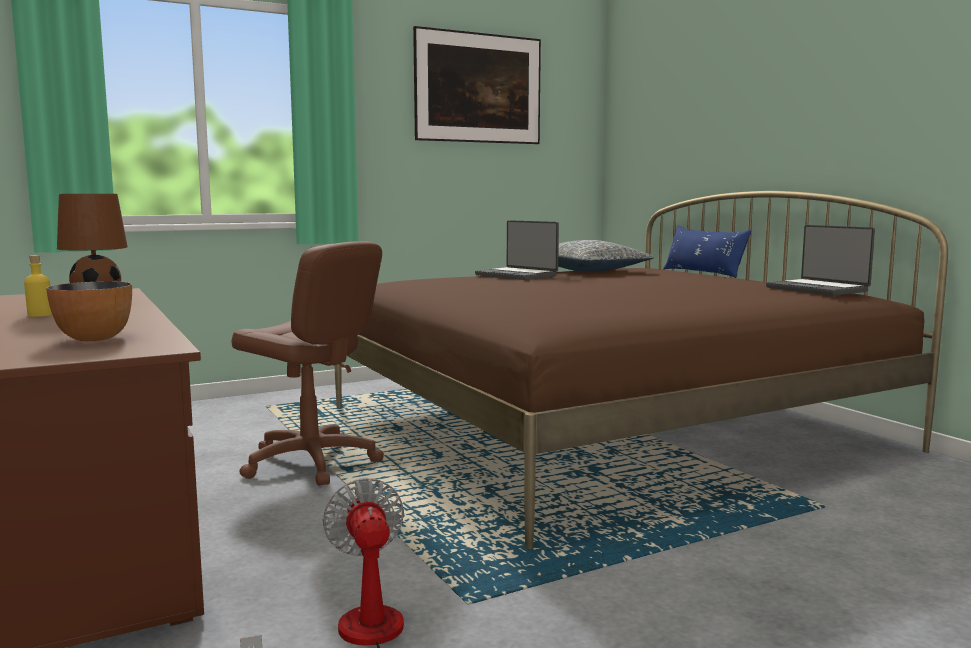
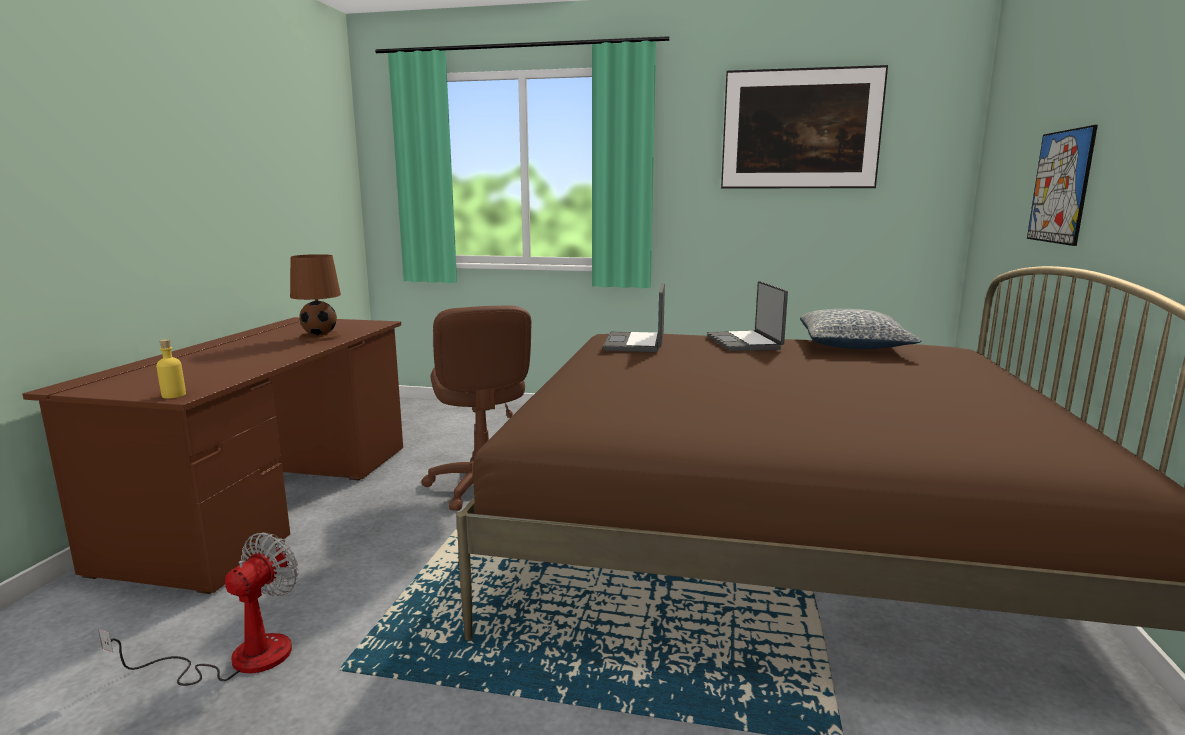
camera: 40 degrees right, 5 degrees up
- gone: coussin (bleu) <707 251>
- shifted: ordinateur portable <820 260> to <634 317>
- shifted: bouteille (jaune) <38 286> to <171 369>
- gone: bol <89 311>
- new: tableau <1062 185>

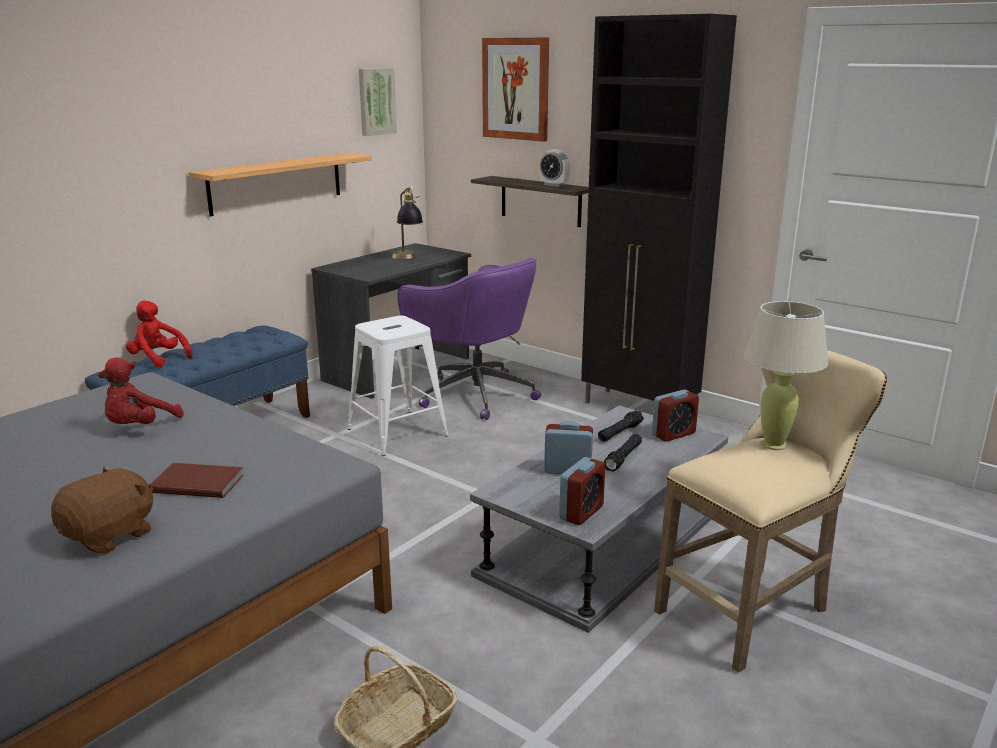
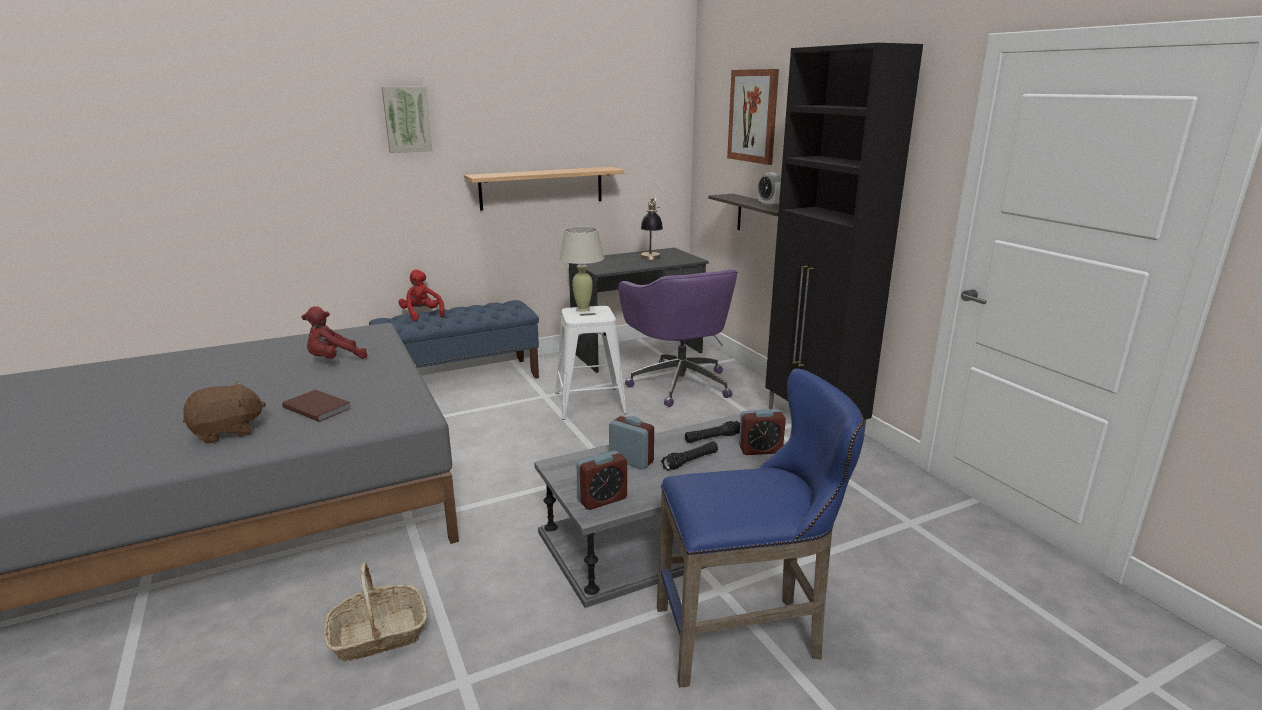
camera: 25 degrees right, 0 degrees up
- shifted: tableau <378 102> to <407 120>
- shifted: lampe de table (beige) <786 375> to <581 269>
- repainted: tabouret (beige) <770 511> to tabouret (bleu) <761 528>

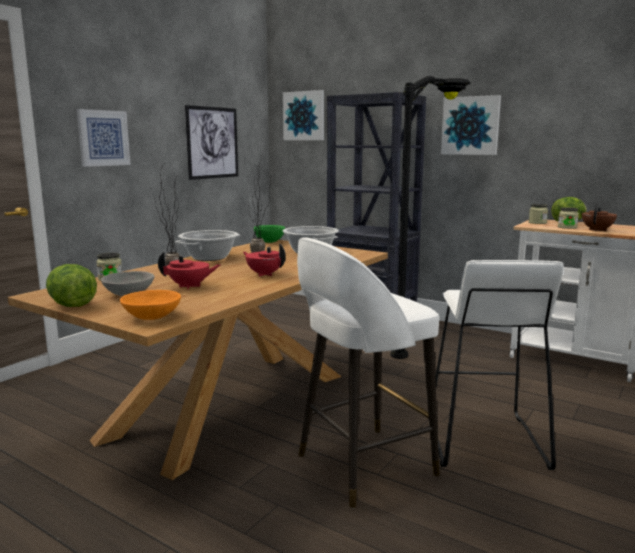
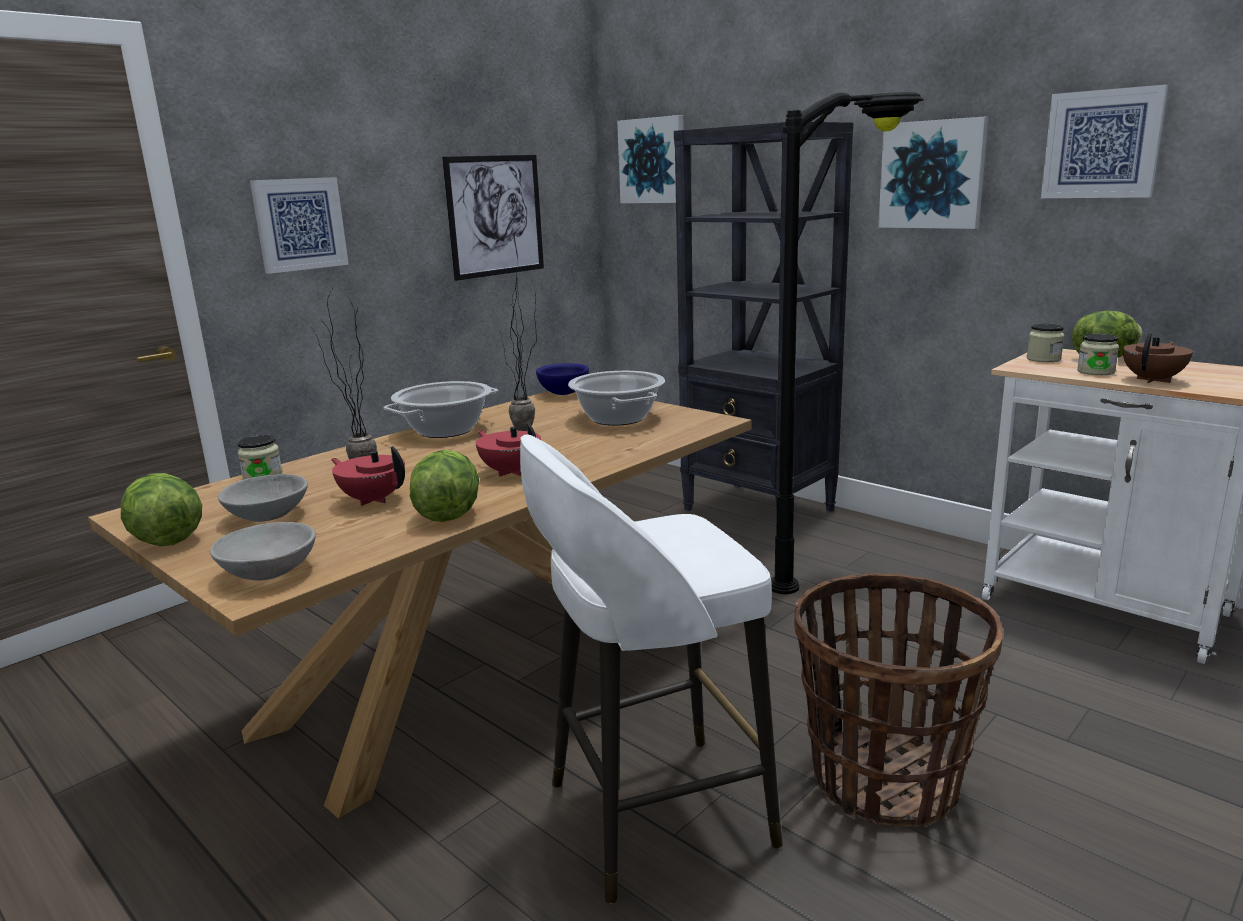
camera: 10 degrees right, 5 degrees up
- repainted: bol (vert) <269 234> to bol (bleu) <562 379>
- rotated: théière (rouge) <189 270> = <368 476> 150 degrees counterclockwise
- swapped: tabouret (blanc) <499 365> to panier <898 700>
- repainted: bol (orange) <150 305> to bol (gris) <263 551>
- new: tableau <1104 141>
- new: laitue <444 486>

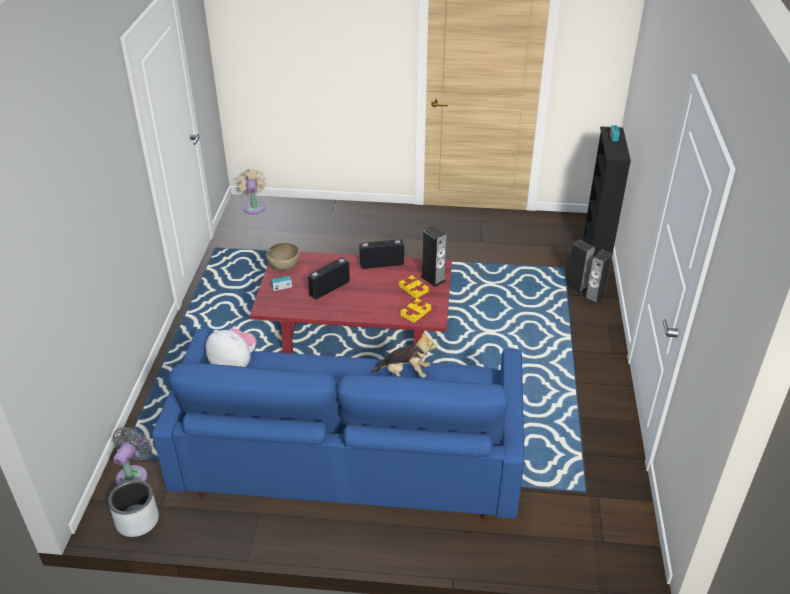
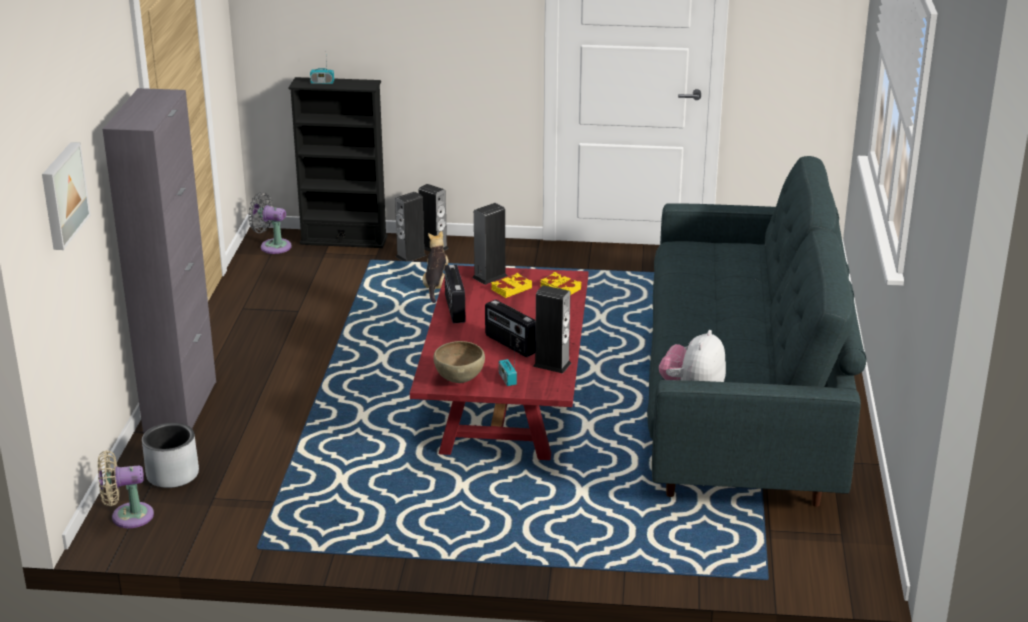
camera: 90 degrees left, 10 degrees down
- repainted: canapé (bleu) <338 424> to canapé (gris) <757 331>
- shifted: peluche <404 354> to <436 267>
- shifted: ventilateur (gris) <132 456> to <270 223>
- shifted: cache-pot (gris) <133 508> to <170 455>
- new: meuble de rangement (gris) <159 261>
- new: tableau <66 196>
- new: enceinte <552 329>

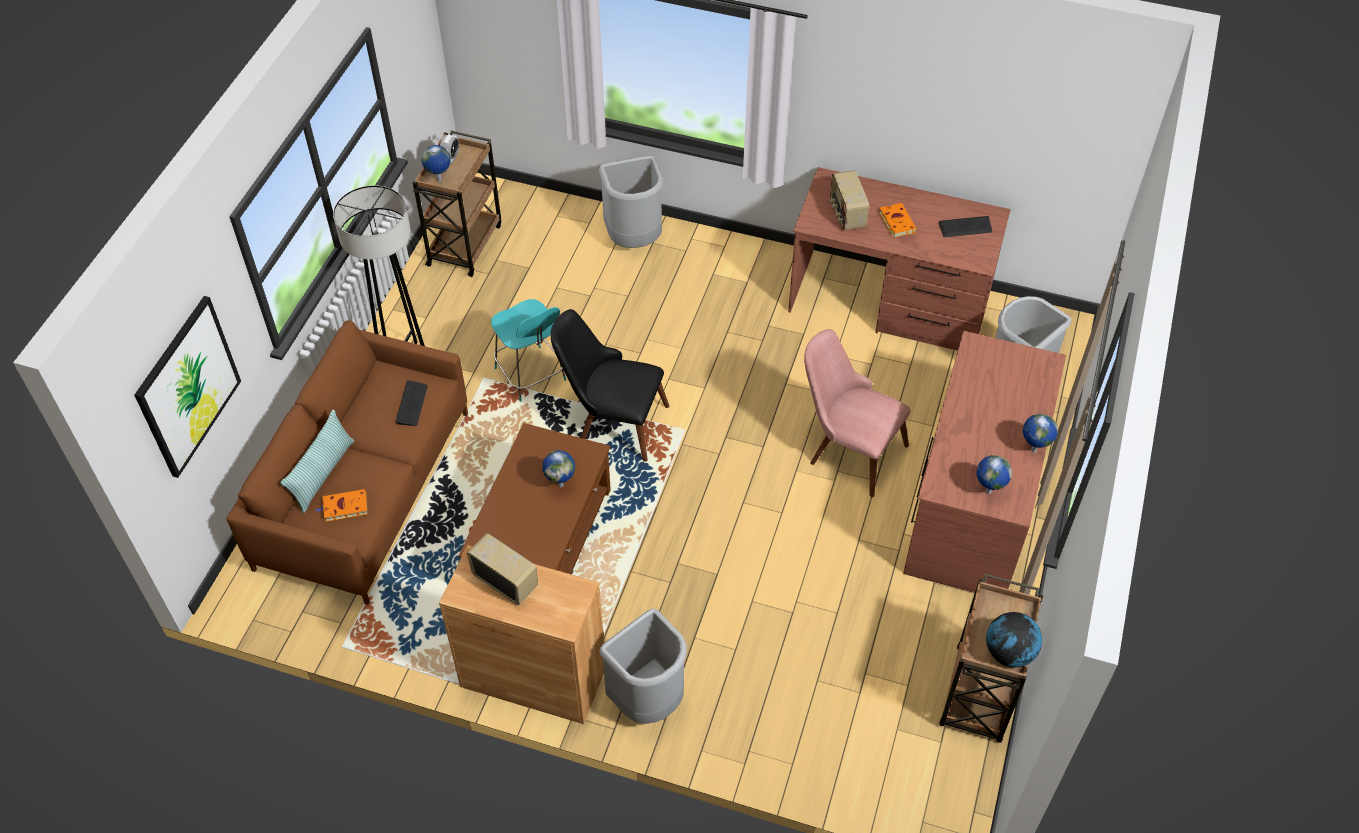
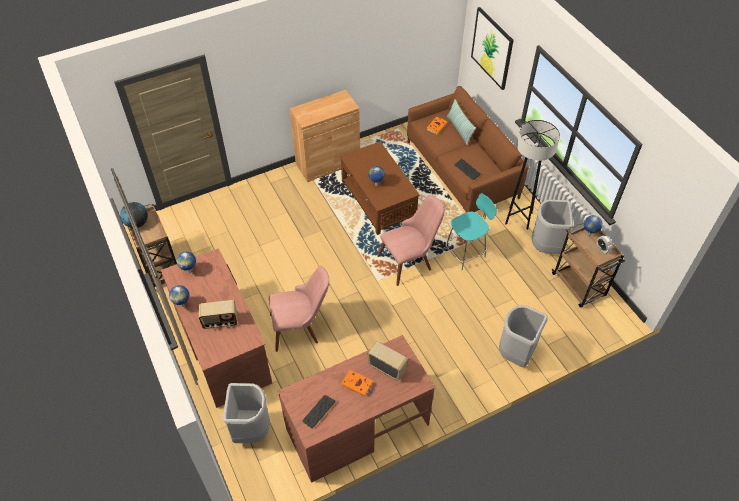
camera: 135 degrees right, 0 degrees up
- rotated: chaise (turquoise) <528 350> = <470 231> 135 degrees clockwise
- repainted: chaise (noir) <610 385> to chaise (rose) <410 240>
- shifted: radio <502 569> to <218 314>
- shifted: poubelle (gris) <643 666> to <552 226>

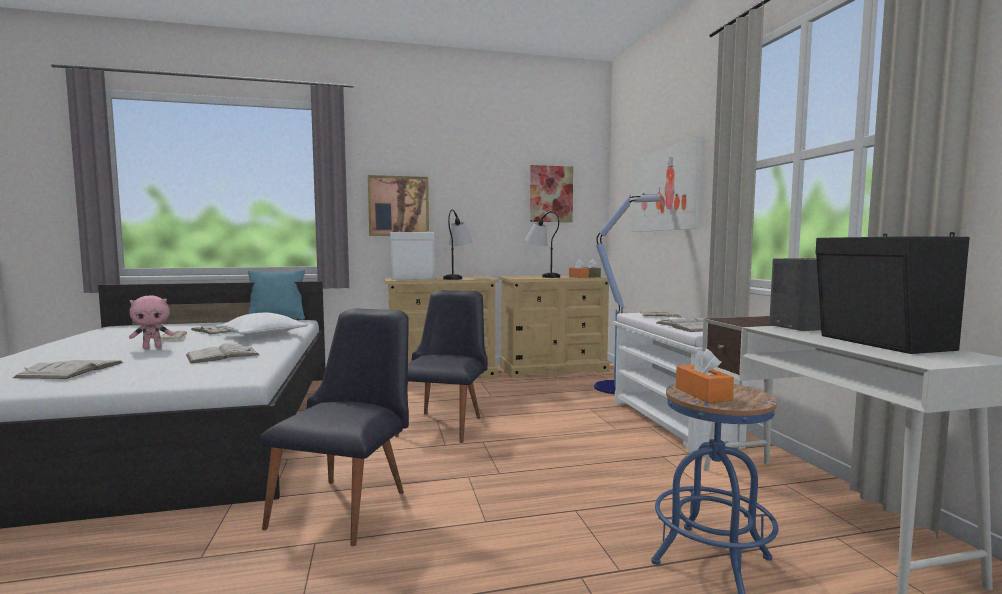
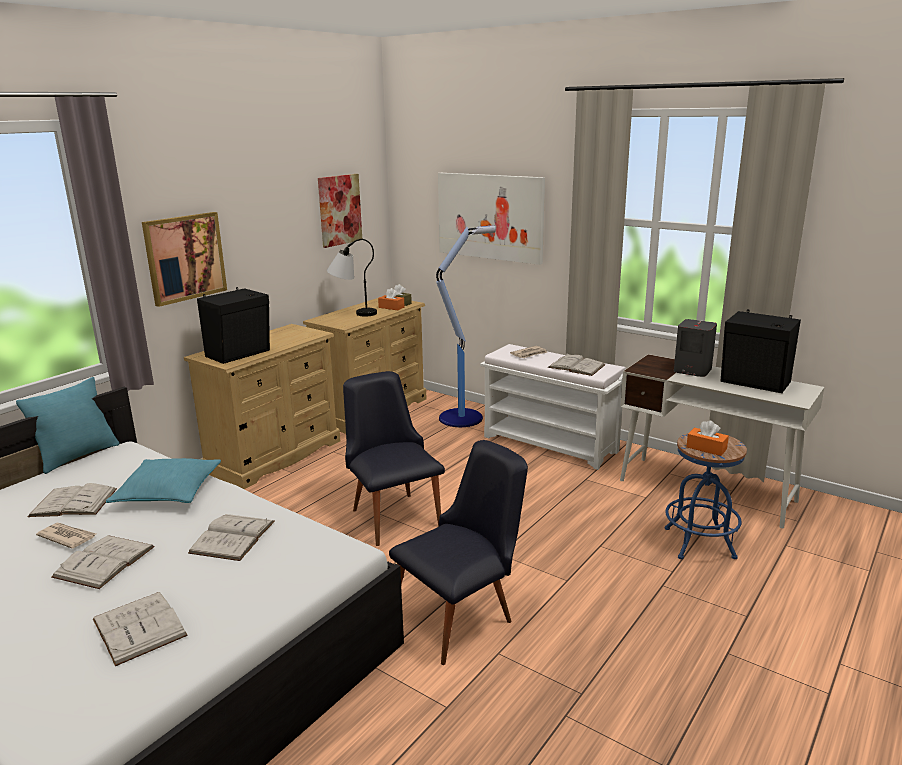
camera: 40 degrees left, 15 degrees up
- gone: lampe de table <457 244>
- repainted: enceinte (blanc) <412 255> to enceinte (noir) <233 325>
- swapped: peluche (rose) <151 322> to livre (blanc) <103 562>
- rotated: chaise (noir) <334 427> = <458 552> 75 degrees clockwise
- repainted: coussin (blanc) <262 325> to coussin (turquoise) <163 480>

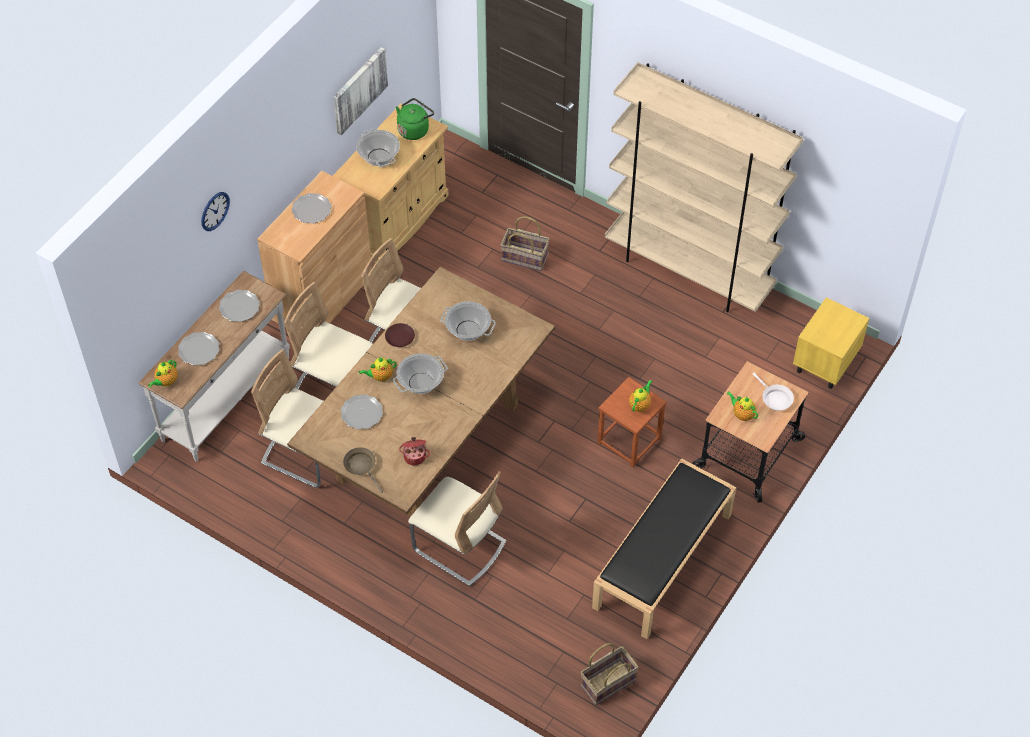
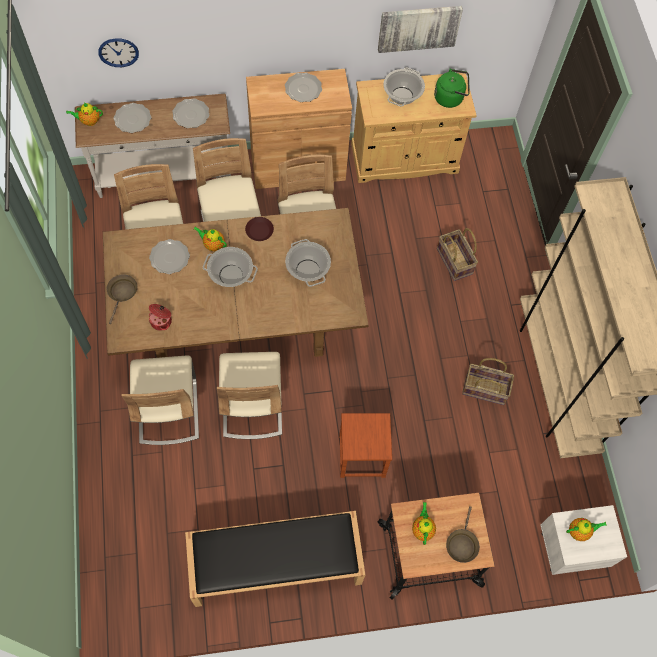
camera: 45 degrees right, 10 degrees up
- shifted: horloge murale <215 211> to <118 52>
- repainted: table de chevet (jaune) <831 343> to table de chevet (blanc) <584 540>
- repainted: poêle (blanc) <773 392> to poêle (marron) <463 534>
- shifted: théière <640 396> to <586 529>
- shifted: panier <610 674> to <488 381>
- new: chaise (beige) <249 395>

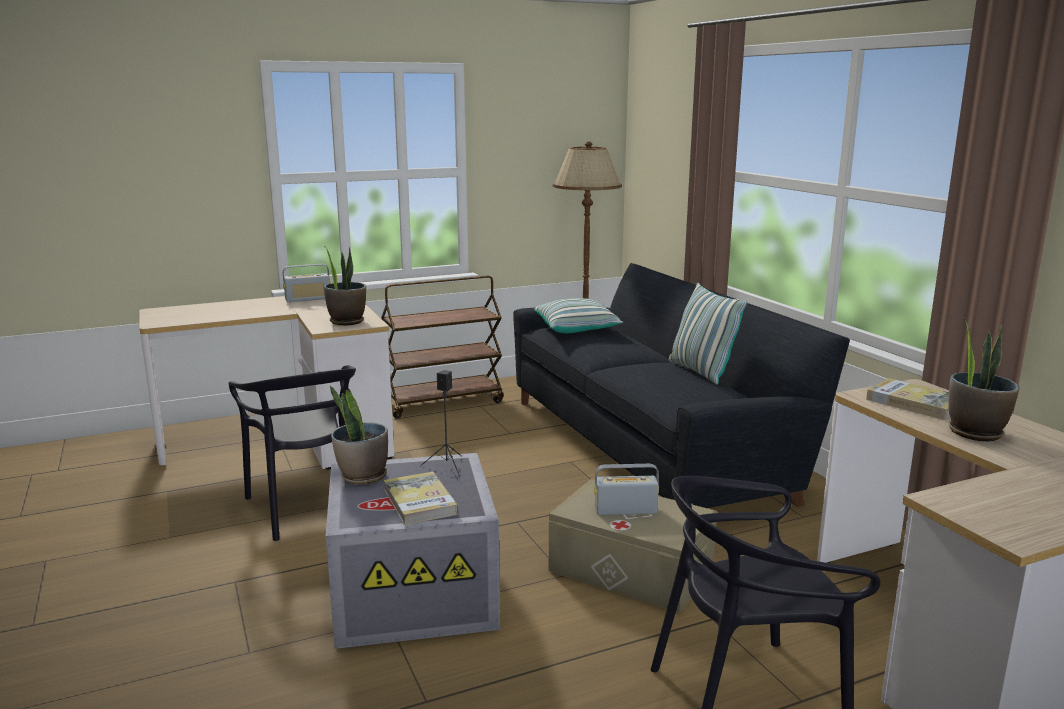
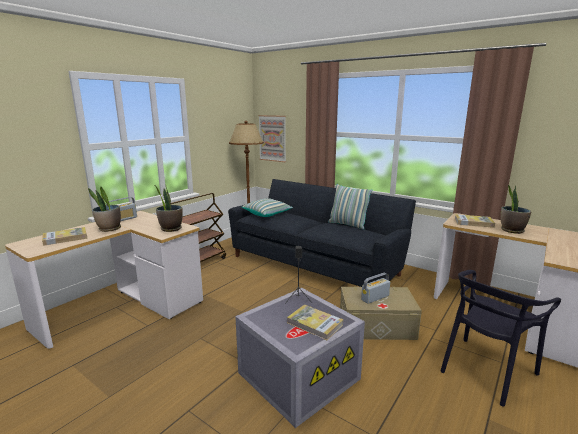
camera: 30 degrees left, 0 degrees up
- gone: chaise (noir) <292 453>
- shifted: plante en pot <359 435> to <104 209>
- new: tableau <272 138>
- new: livre <64 236>

